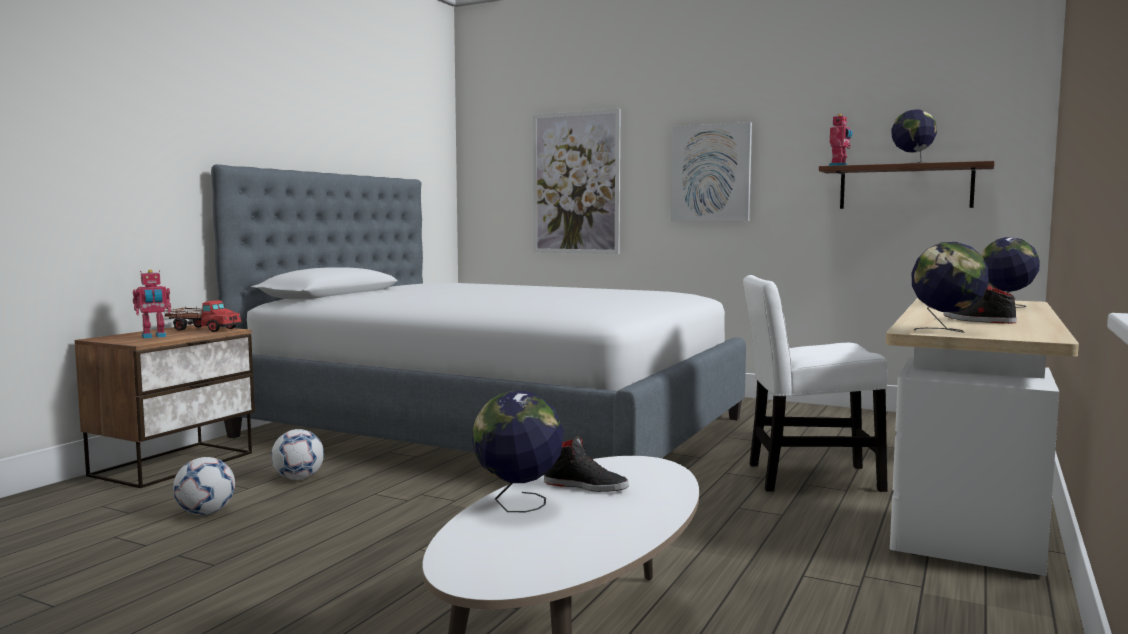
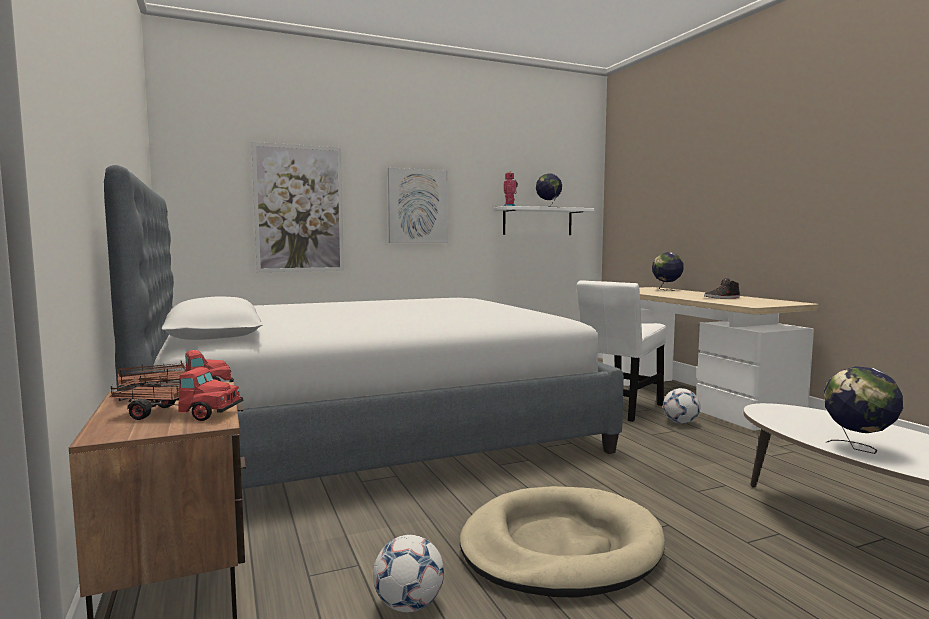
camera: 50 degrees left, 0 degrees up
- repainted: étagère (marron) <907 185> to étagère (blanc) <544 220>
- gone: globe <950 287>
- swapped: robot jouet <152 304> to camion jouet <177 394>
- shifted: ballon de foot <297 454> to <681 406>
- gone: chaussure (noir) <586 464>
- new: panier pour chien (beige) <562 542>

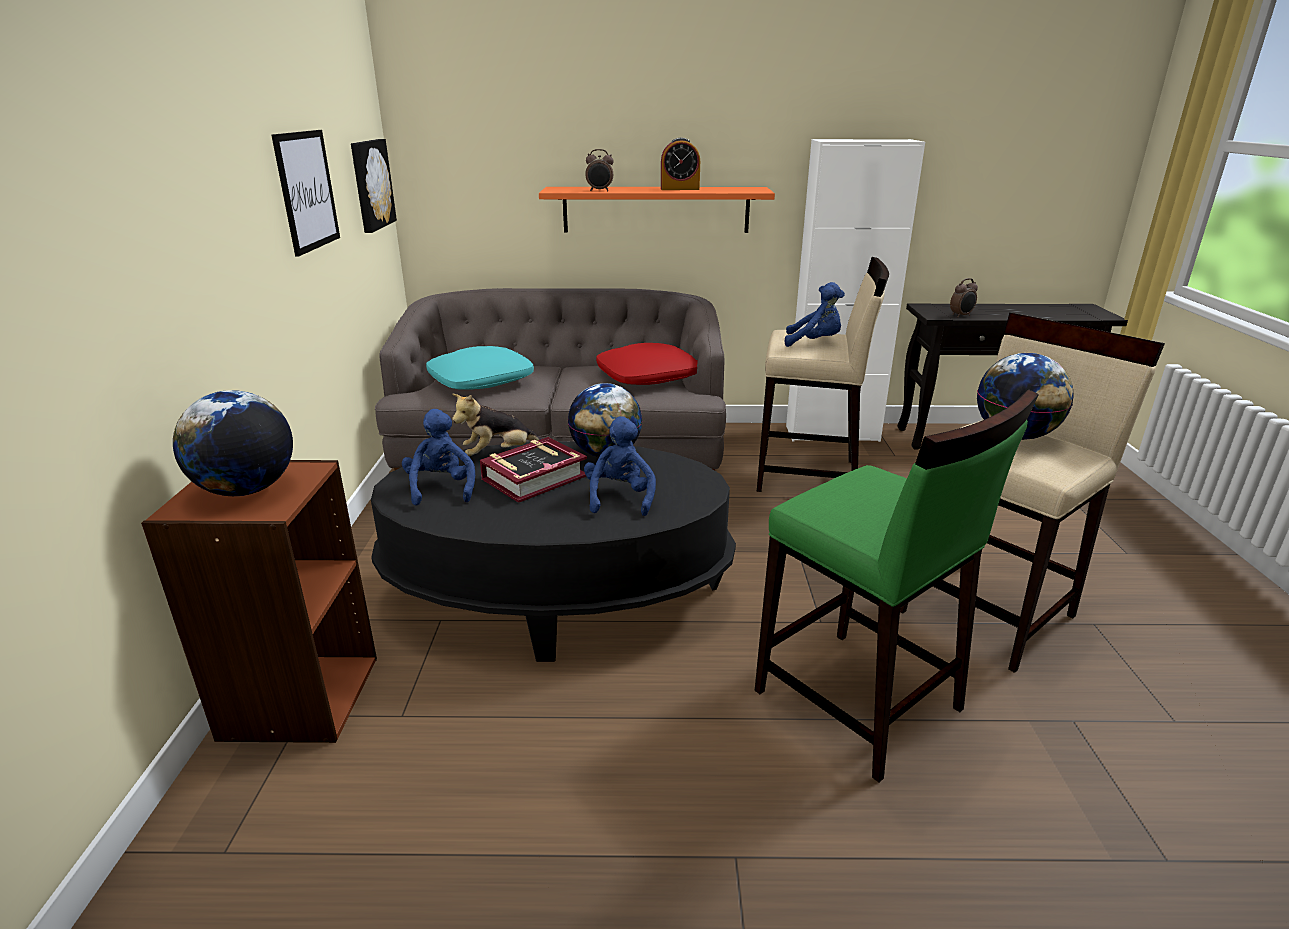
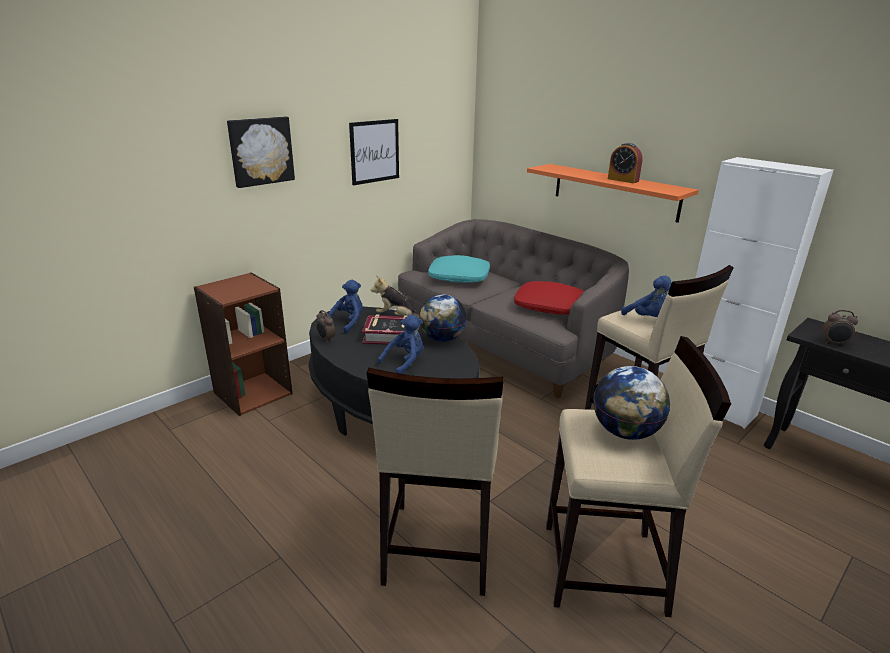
camera: 45 degrees right, 0 degrees up
- shifted: tableau <374 186> to <261 152>
- shifted: réveil <599 170> to <325 326>
- repainted: tabouret (vert) <897 585> to tabouret (beige) <435 482>
- gone: globe <233 443>

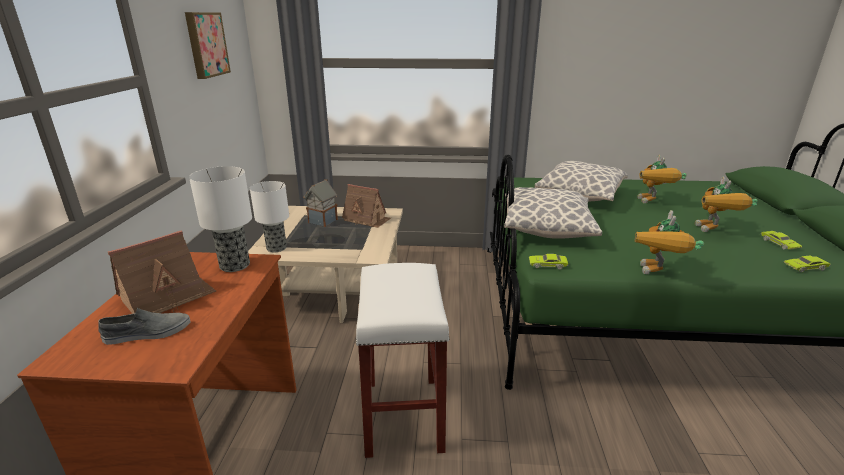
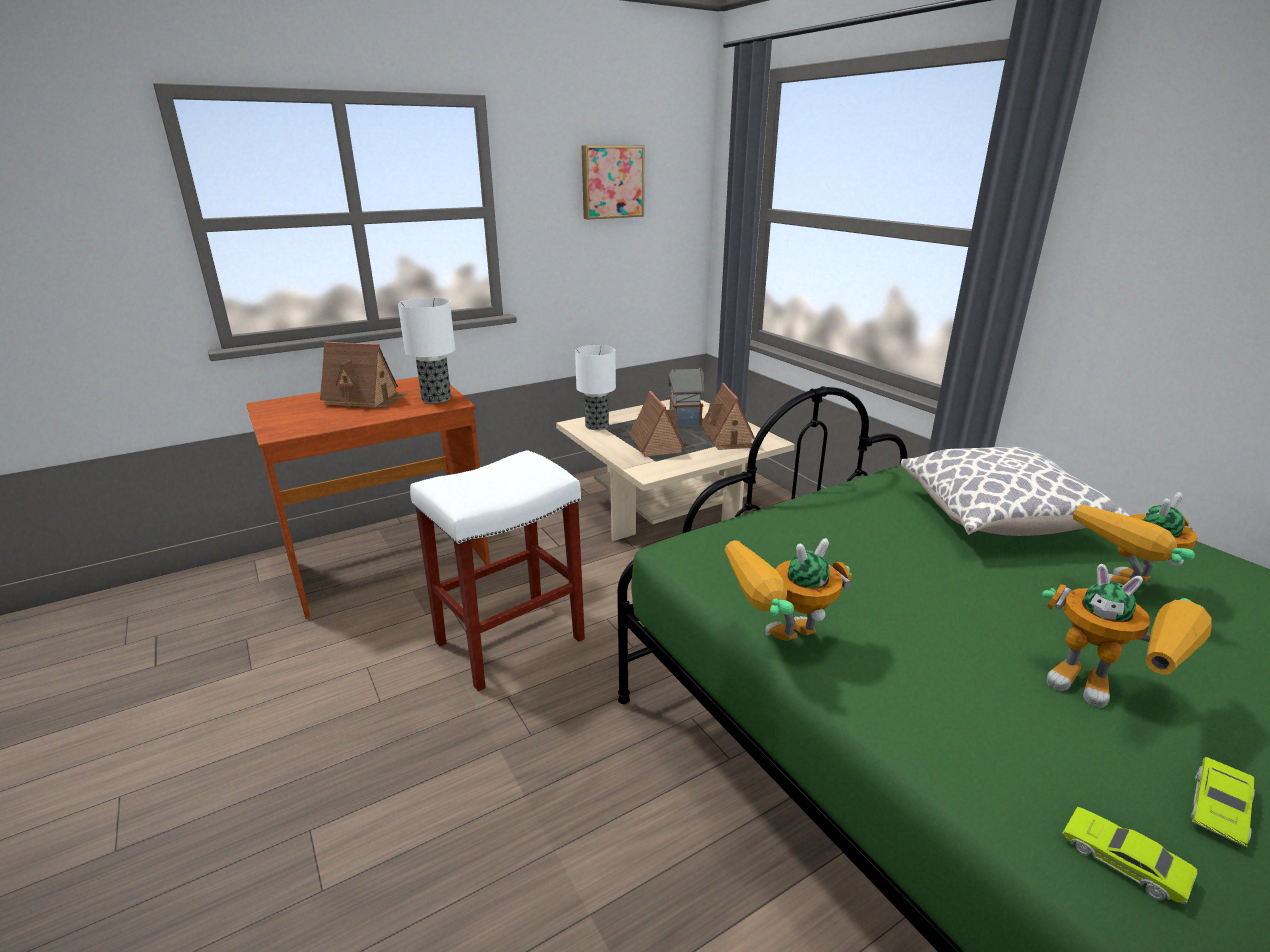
camera: 55 degrees right, 0 degrees up
- rotated: robot jouet <726 204> = <1127 636> 105 degrees counterclockwise
- gone: coussin <553 213>
- gone: petite voiture (vert) <548 262>
- gone: chaussure (gris) <144 326>
- new: maison miniature <657 424>

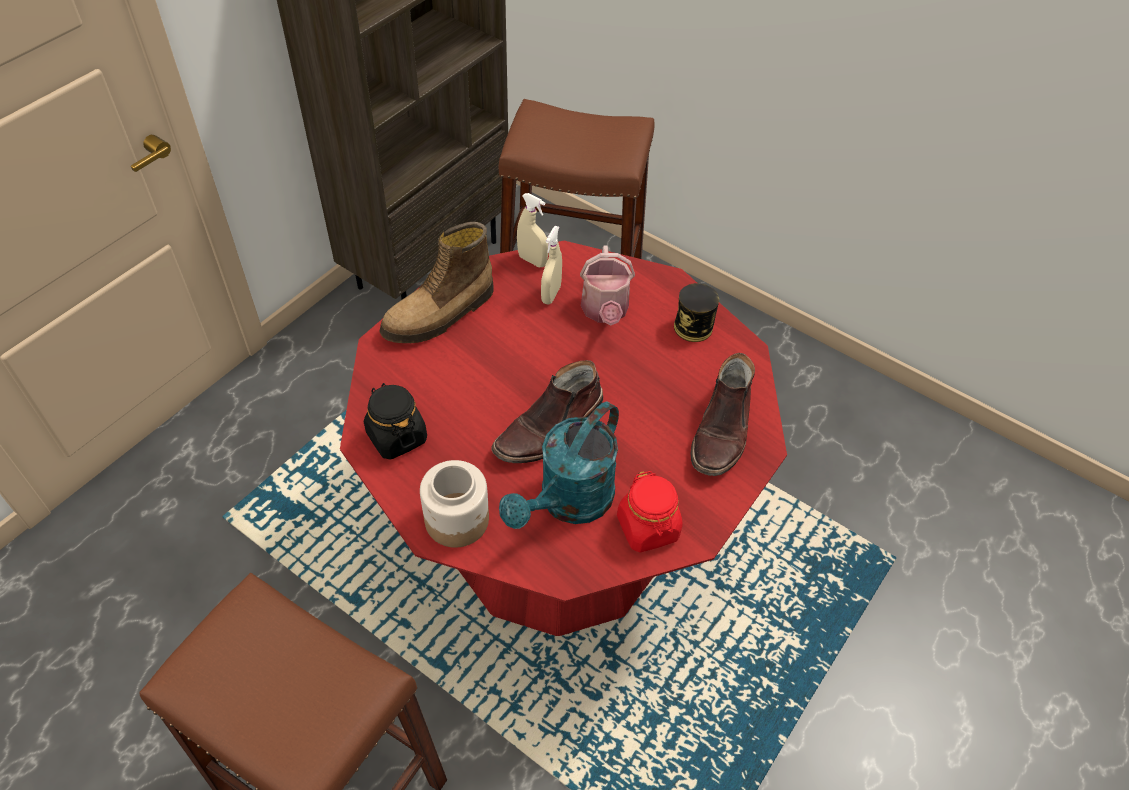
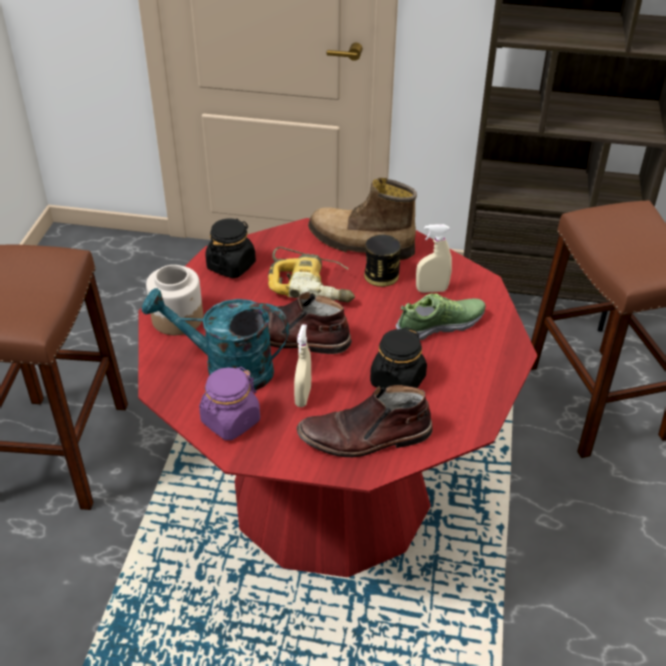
camera: 65 degrees right, 10 degrees down
- shifted: vaporisateur (beige) <532 230> to <302 365>
- swapped: arrosoir <607 285> to chaussure <441 316>
- shifted: boîte métallique <696 312> to <382 261>
- repainted: bocal (rouge) <650 512> to bocal (violet) <229 403>
- new: perceuse <311 274>
- new: bocal (noir) <398 358>

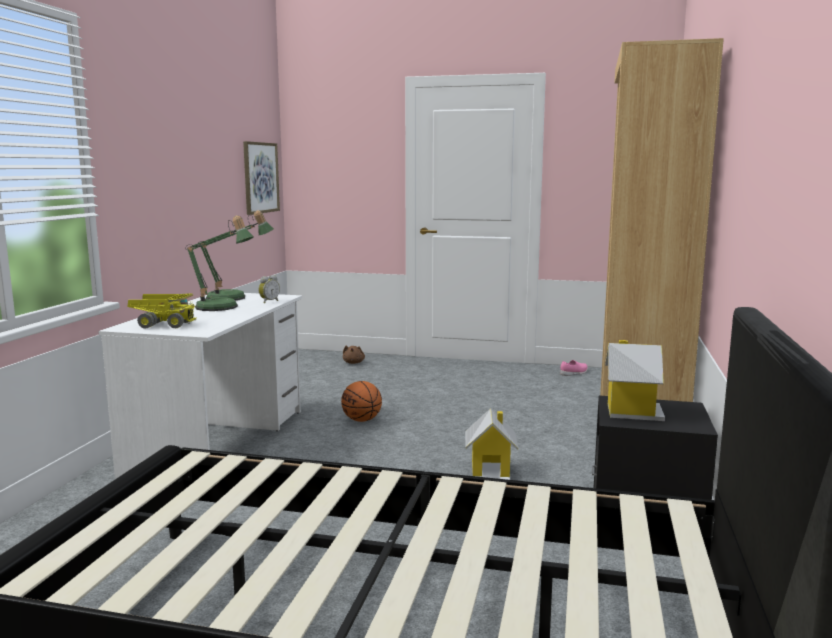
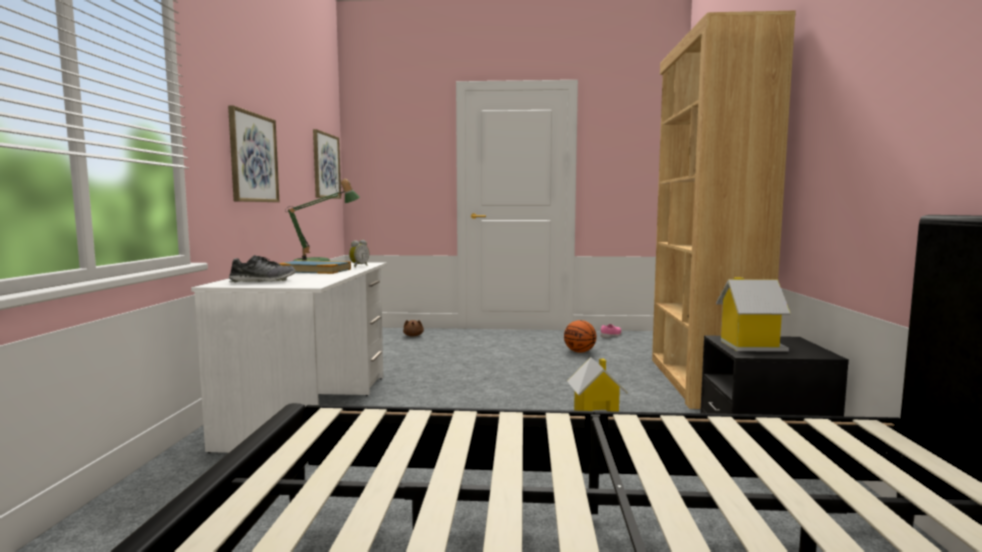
camera: 10 degrees left, 5 degrees down
- swapped: lampe de table <219 263> to livre <315 267>
- swapped: camion jouet <162 311> to chaussure <262 269>
- shifted: ballon de basket <361 401> to <580 336>
- new: tableau <253 153>

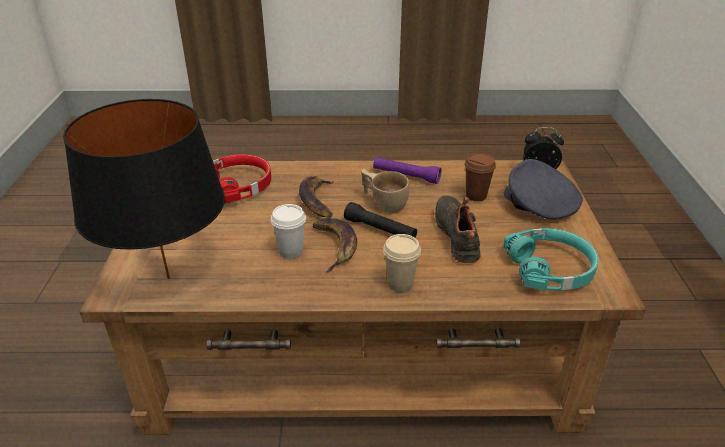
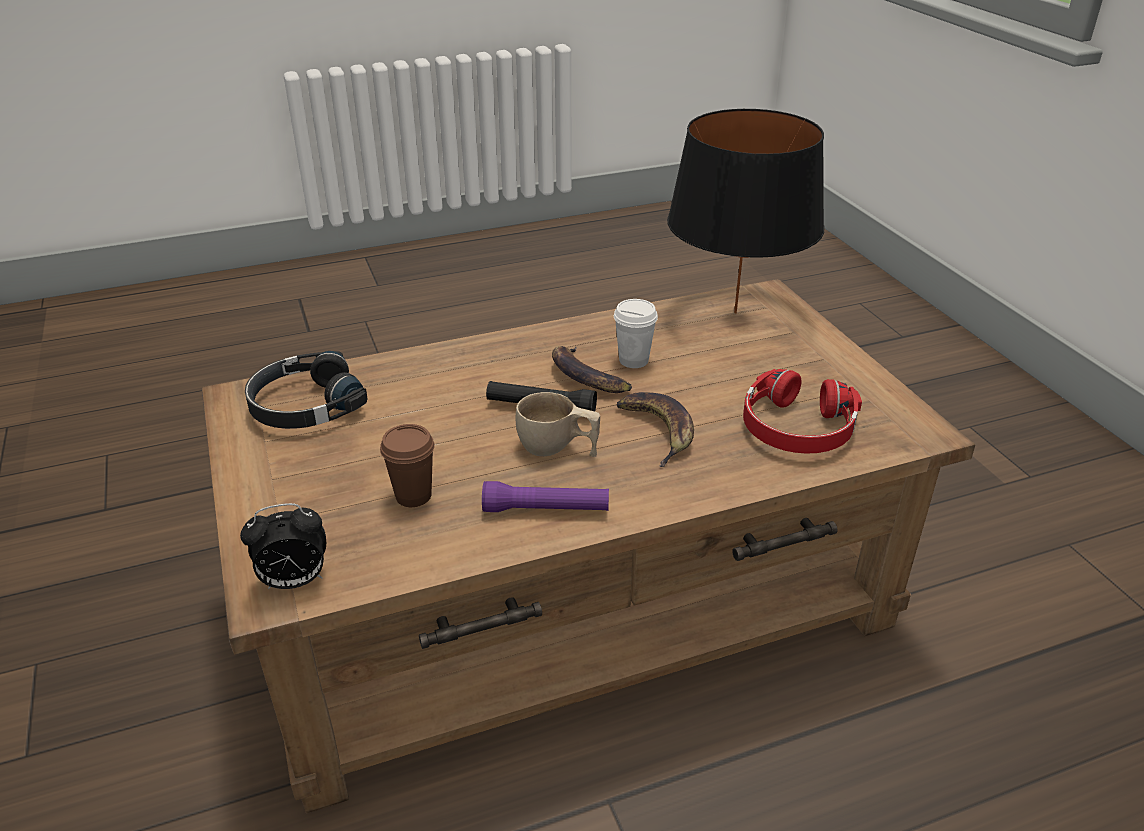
camera: 160 degrees right, 0 degrees up
- gone: casquette (gris) <543 189>
- gone: chaussure (noir) <458 229>
- repainted: casque audio (turquoise) <551 259> to casque audio (noir) <306 390>
- gone: tasse (beige) <402 263>

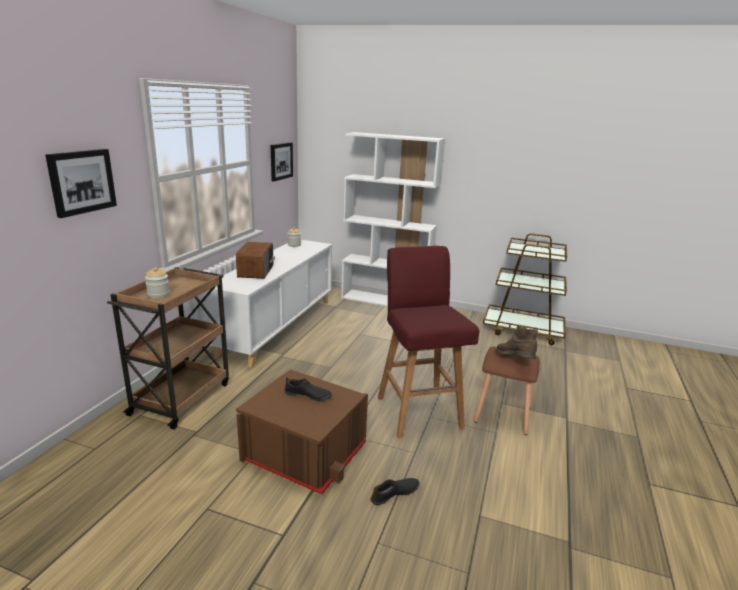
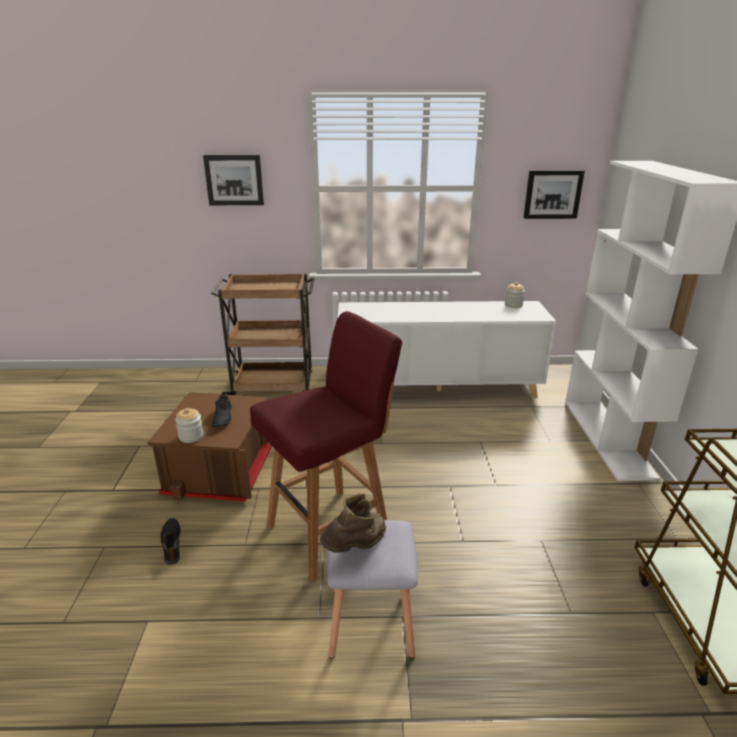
camera: 70 degrees right, 5 degrees up
- gone: radio <255 260>
- shifted: bocal <157 282> to <189 425>
- repainted: tabouret (marron) <507 391> to tabouret (gris) <372 589>
- rotated: chaussure (noir) <395 491> = <170 541> 150 degrees counterclockwise

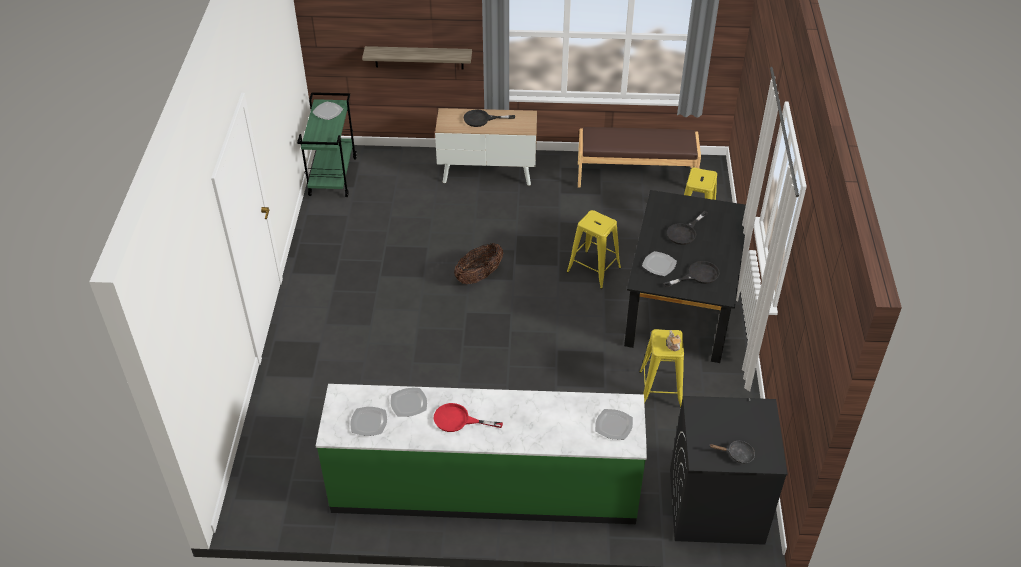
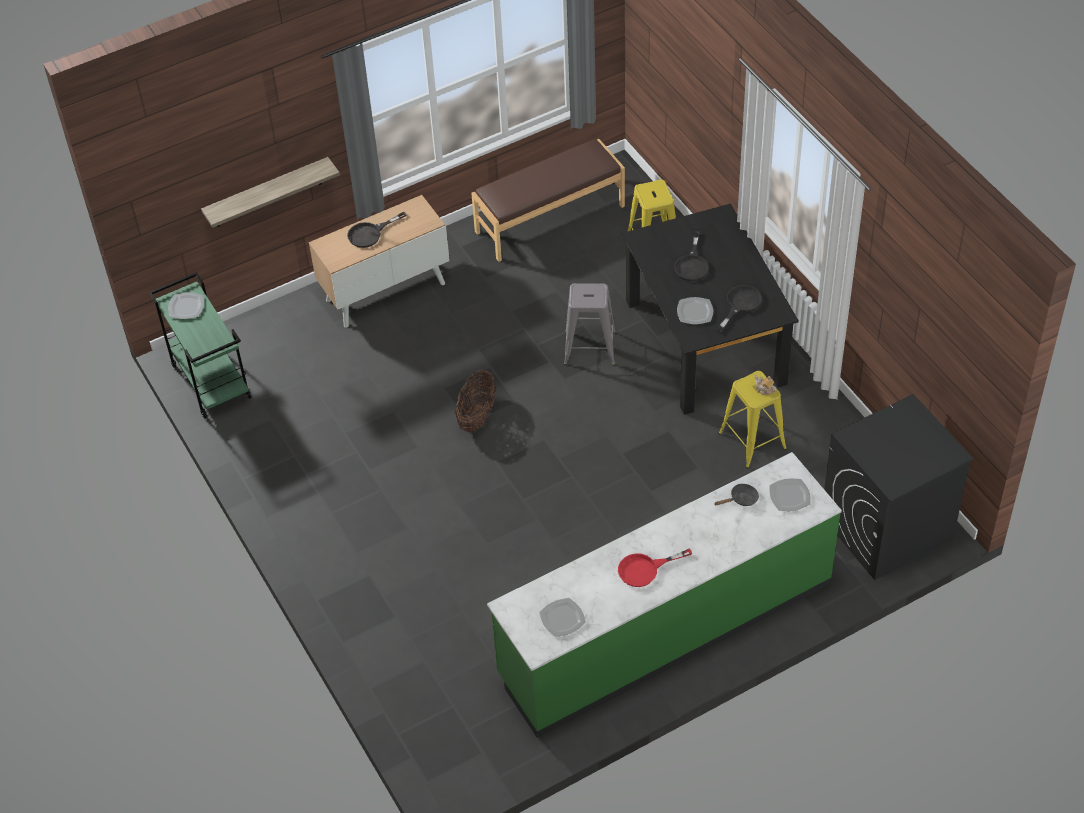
camera: 30 degrees left, 5 degrees up
- repainted: tabouret (jaune) <594 249> to tabouret (gris) <590 324>
- gone: assiette <409 402>
- shifted: poêle (noir) <732 451> to <737 495>

